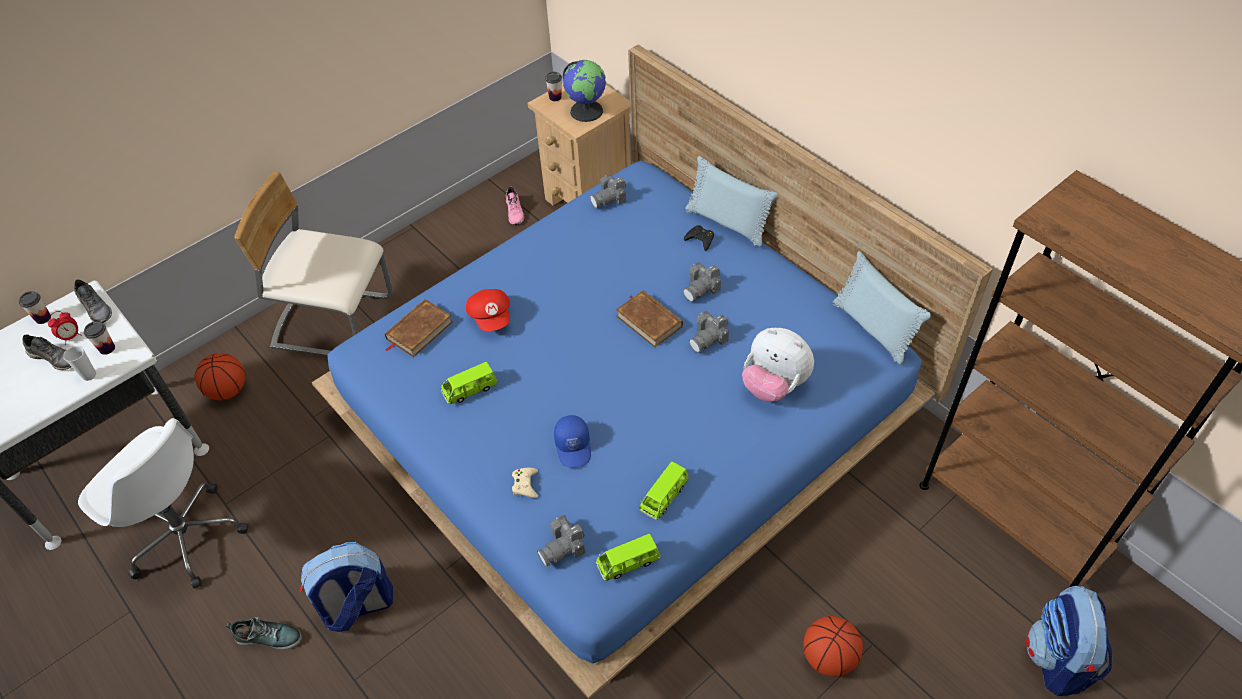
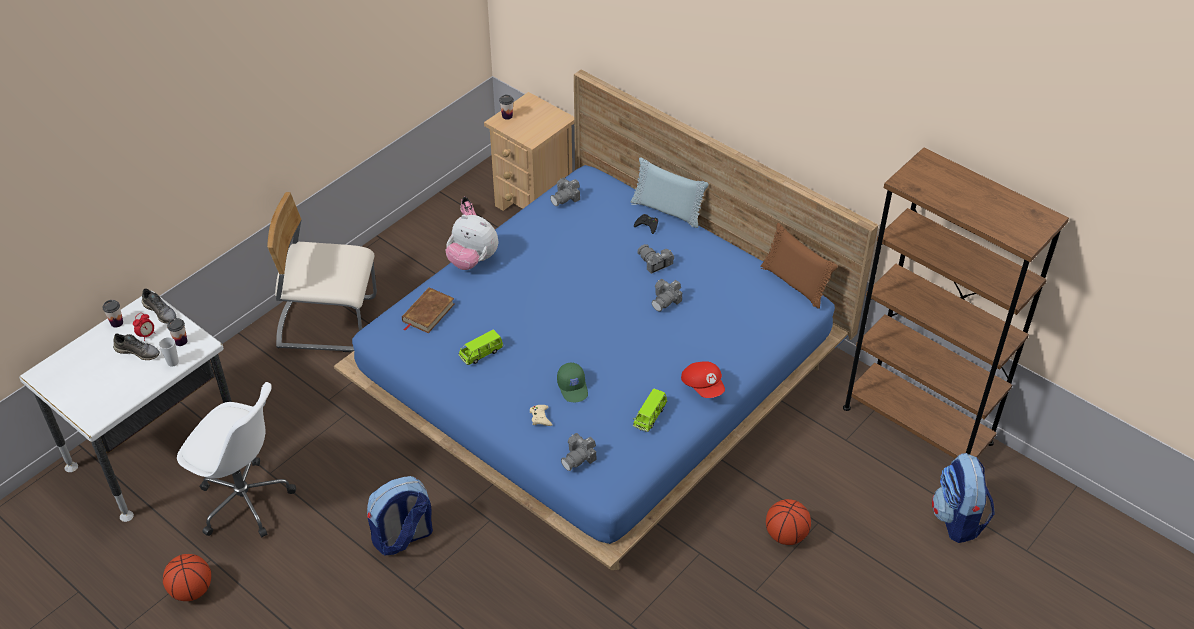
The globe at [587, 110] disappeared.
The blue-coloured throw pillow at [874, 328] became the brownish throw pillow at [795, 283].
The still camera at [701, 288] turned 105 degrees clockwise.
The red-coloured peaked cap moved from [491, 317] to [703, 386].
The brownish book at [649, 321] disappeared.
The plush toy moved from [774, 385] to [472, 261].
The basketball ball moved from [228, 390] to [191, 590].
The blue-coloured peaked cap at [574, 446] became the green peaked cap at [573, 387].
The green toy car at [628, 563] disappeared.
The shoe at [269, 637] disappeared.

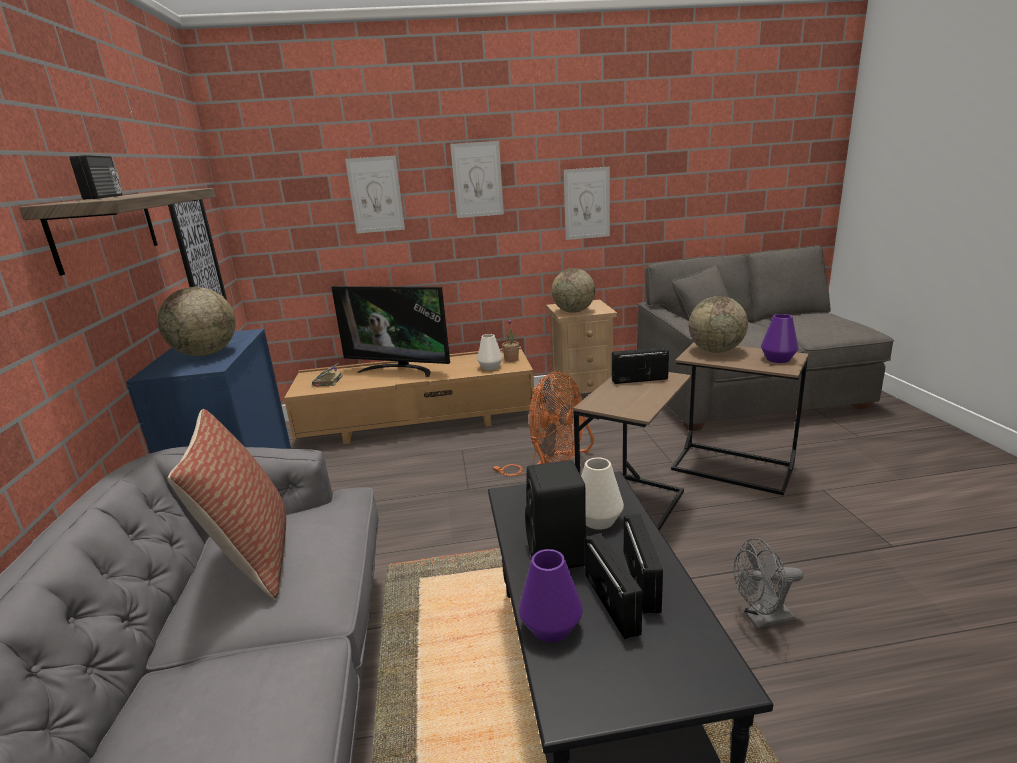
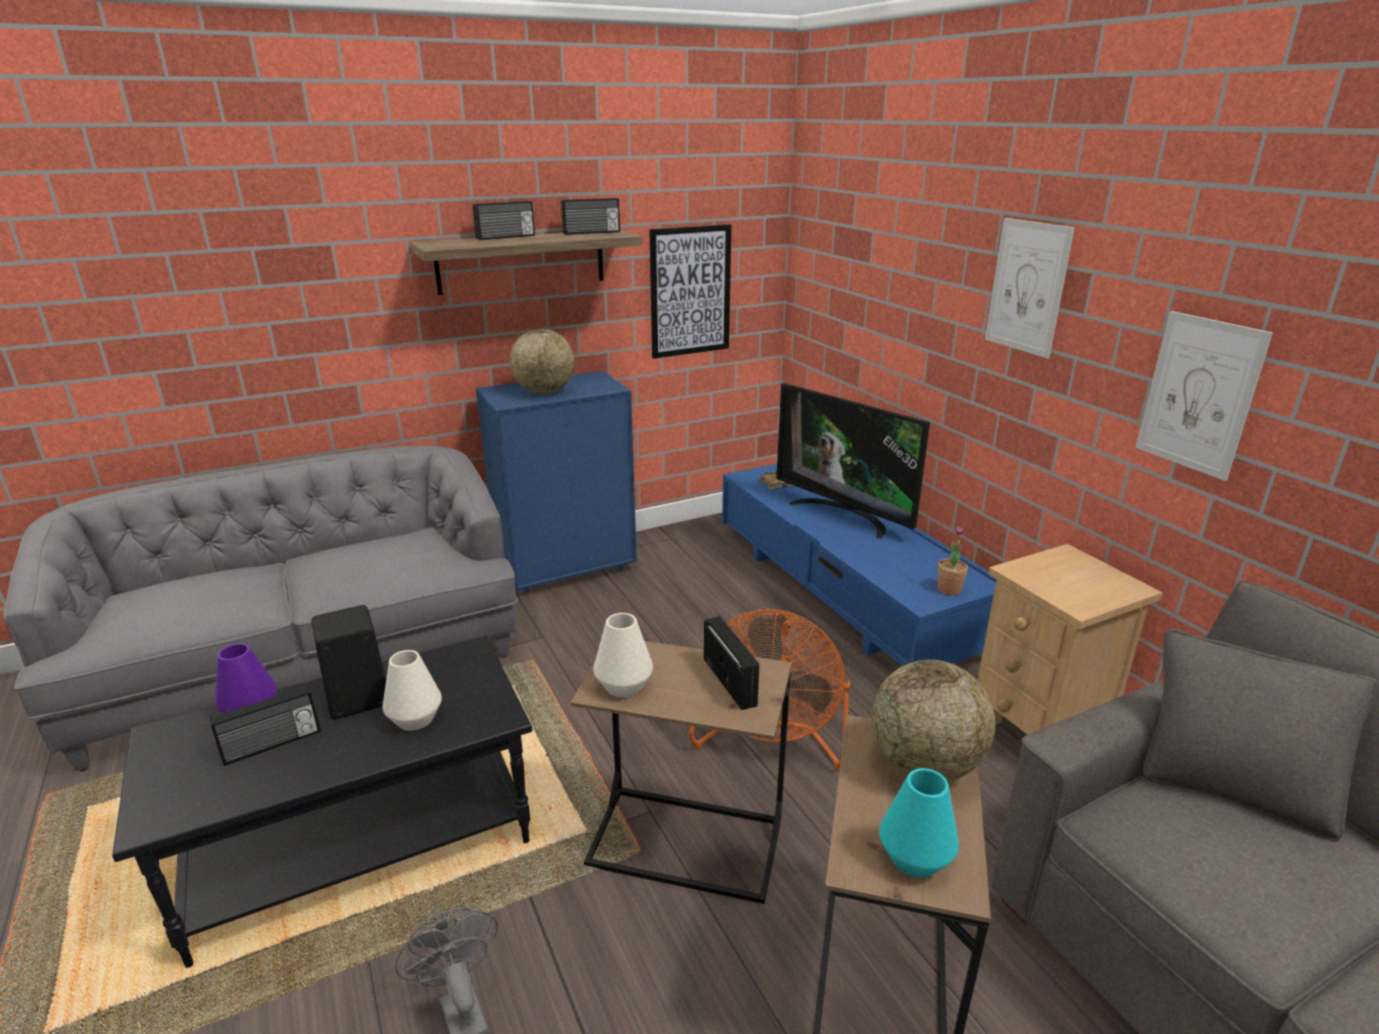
The wall art at [375, 195] disappeared.
The globe at [573, 311] disappeared.
The TV at [399, 370] turned 45 degrees counterclockwise.
The purple-coloured flower vase at [778, 359] became the turquoise-coloured flower vase at [915, 858].
The white flower vase moved from [490, 367] to [624, 685].
The brownish tv unit at [419, 420] became the blue-coloured tv unit at [843, 591].
The throw pillow at [253, 556] disappeared.
The radio moved from [643, 581] to [591, 232].

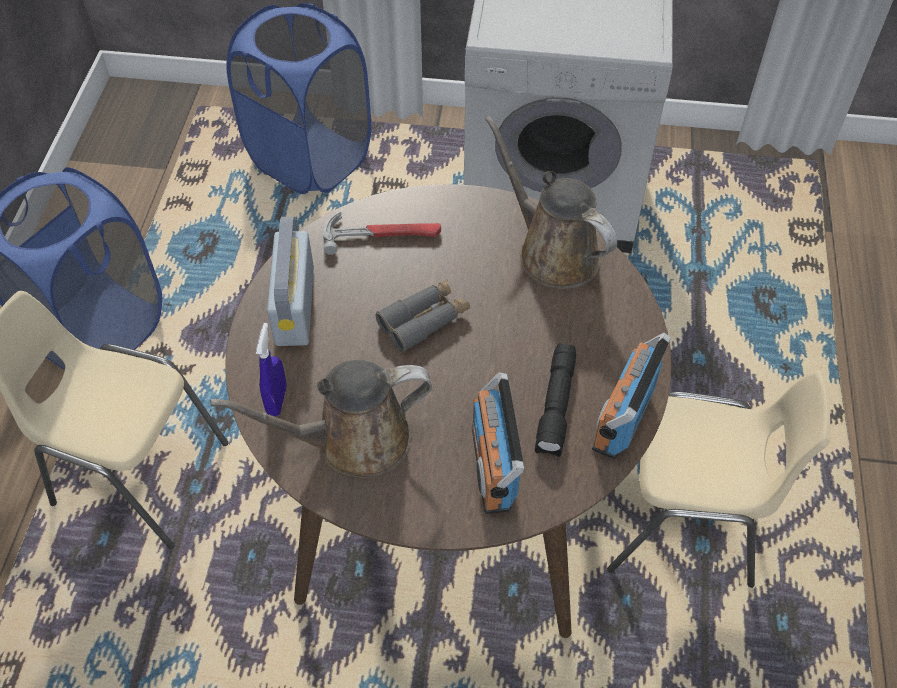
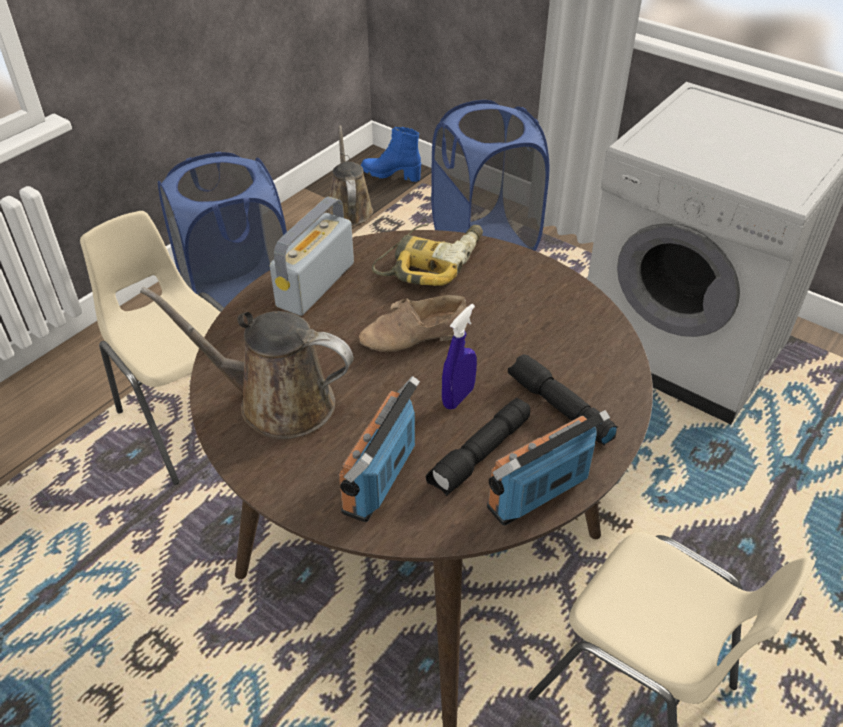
The brownish watering pot moved from [552, 252] to [349, 209].
The hammer at [382, 234] was replaced by the power drill at [431, 261].
The gray pair of binoculars at [424, 320] was replaced by the sand-coloured shoe at [414, 336].
The blue-coloured hand sprayer moved from [277, 401] to [458, 397].
The blue-coloured high-top boot at [391, 175] appeared.
The black-coloured flashlight at [558, 408] appeared.

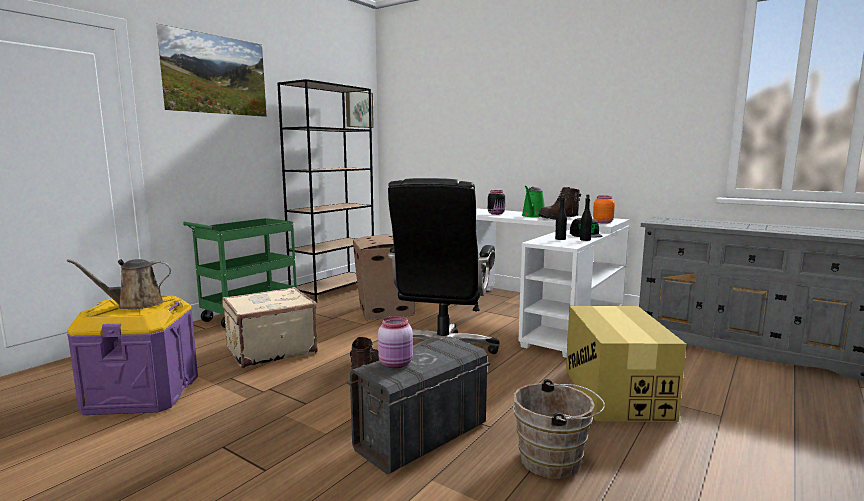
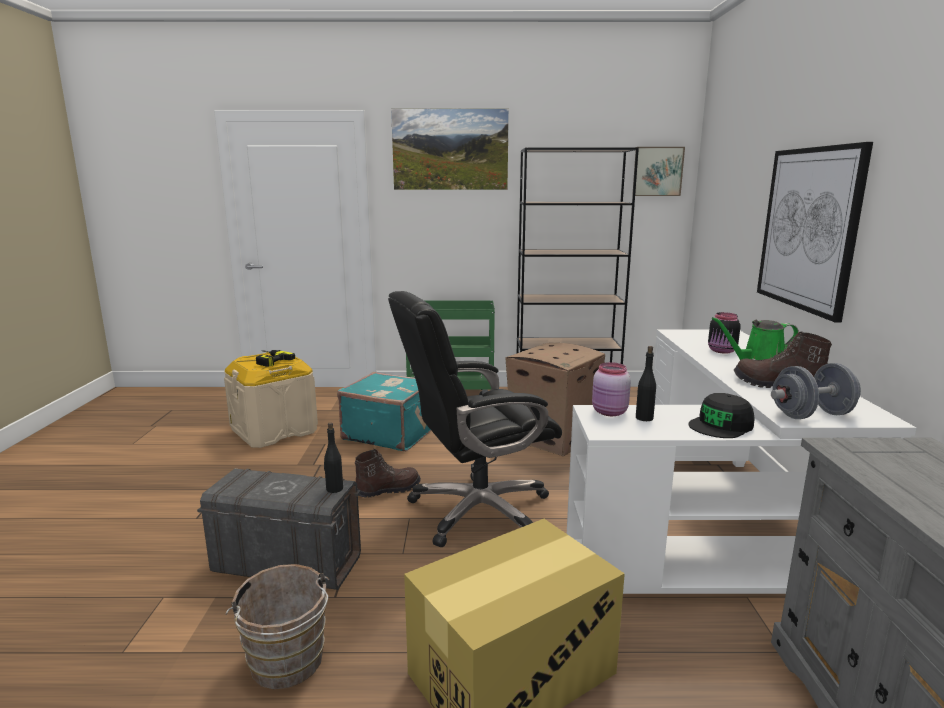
The black-coloured beverage bottle moved from [585, 240] to [334, 489].
The orange-coloured jar at [602, 222] was replaced by the gray free weight at [811, 415].
The brownish watering pot at [135, 304] was replaced by the power drill at [268, 360].
The sand-coloured piece of luggage at [270, 350] became the turquoise-coloured piece of luggage at [390, 433].
The purple-coloured storage bin at [142, 394] became the sand-coloured storage bin at [274, 430].
The pink jar moved from [396, 364] to [610, 412].
The wall art at [808, 229] appeared.

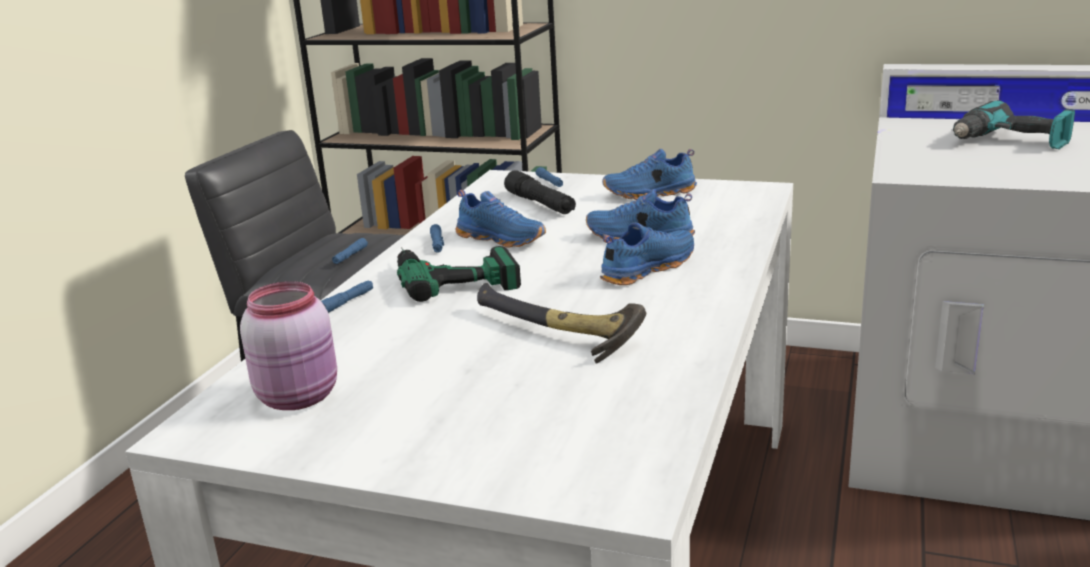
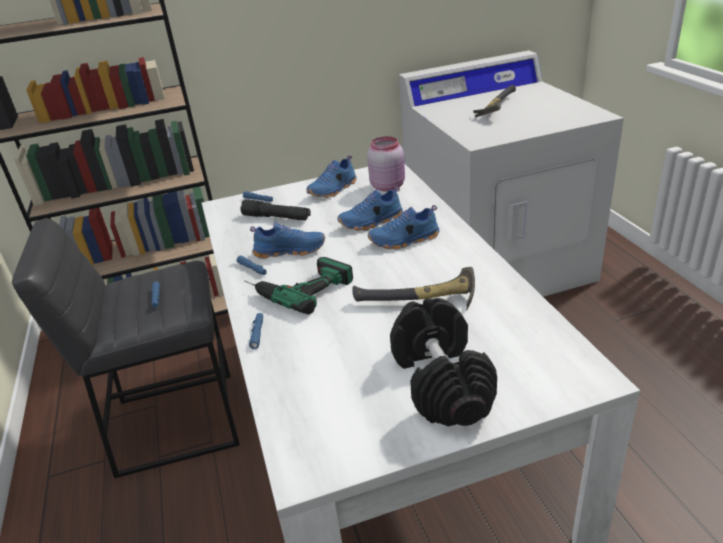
The power drill at [1010, 142] was replaced by the hammer at [495, 108].
The blue-coloured shoe at [646, 269] turned 120 degrees counterclockwise.
The pink jar moved from [301, 396] to [388, 186].
The black-coloured free weight at [440, 381] appeared.

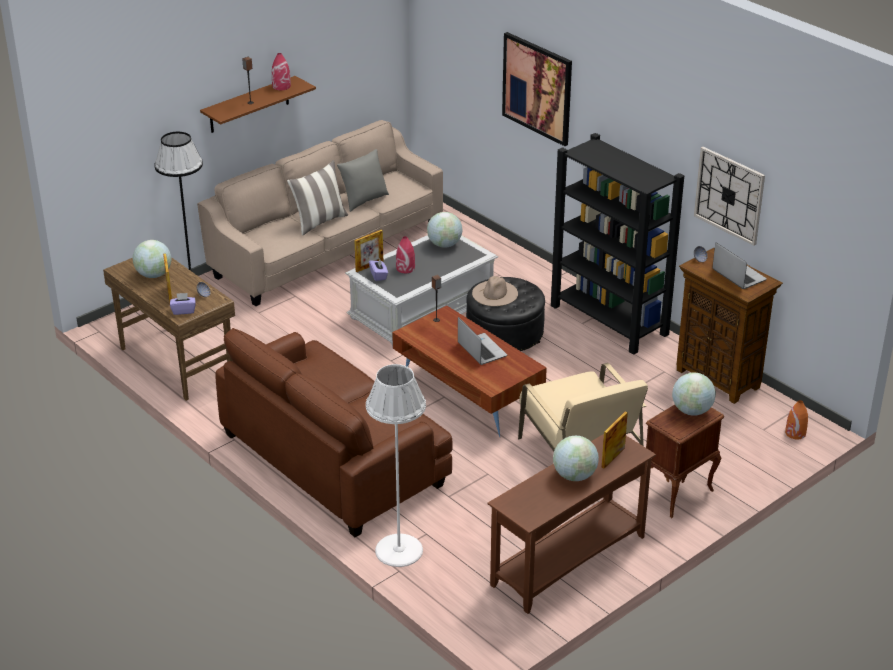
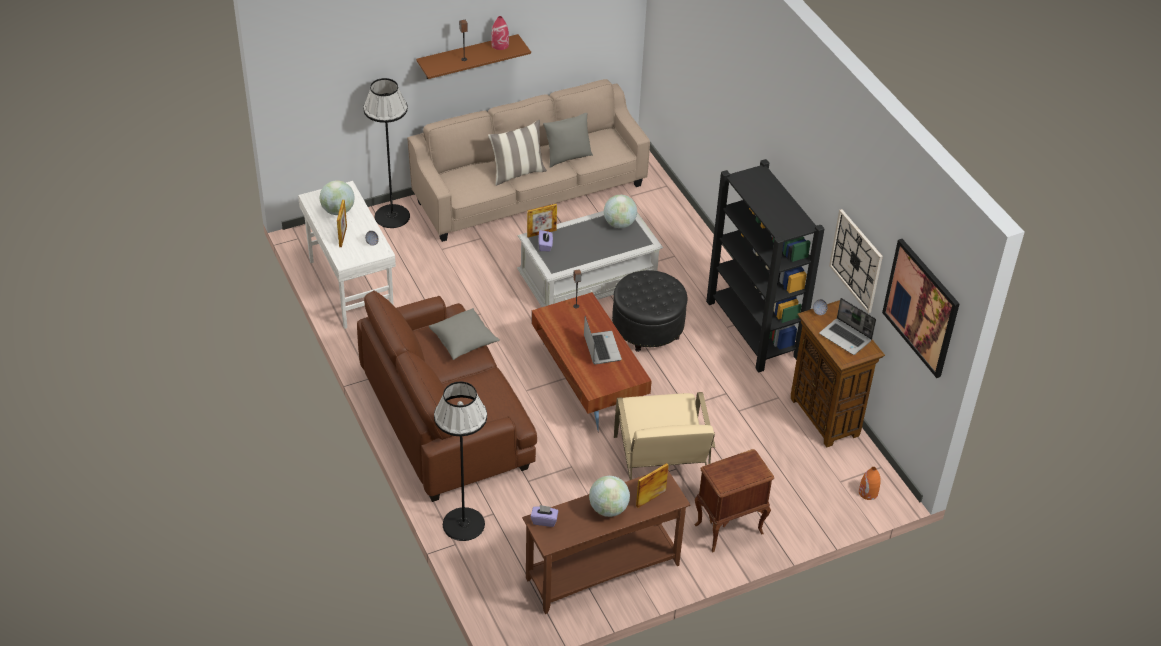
The wall art moved from [537, 88] to [921, 307].
The red-coloured flower vase at [405, 268] disappeared.
The laptop at [738, 275] turned 150 degrees clockwise.
The brownish console table at [175, 363] became the white console table at [350, 287].
The sand-coloured clothing hat at [495, 293] disappeared.
The purple-coloured box of tissues moved from [183, 310] to [544, 520].
The white floor lamp at [398, 550] became the black-coloured floor lamp at [463, 524].
The globe at [692, 411] disappeared.
The gray throw pillow at [464, 341] appeared.

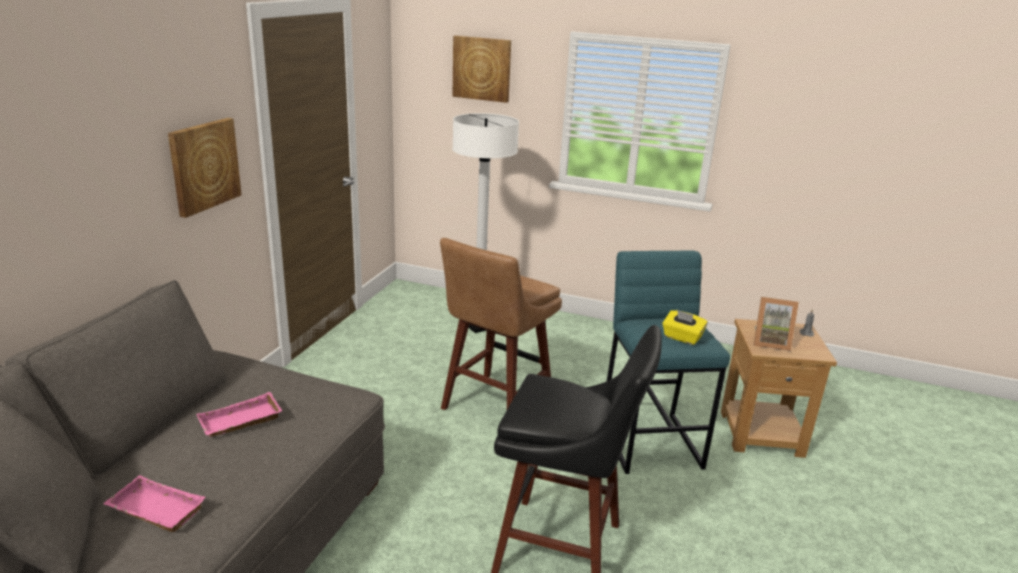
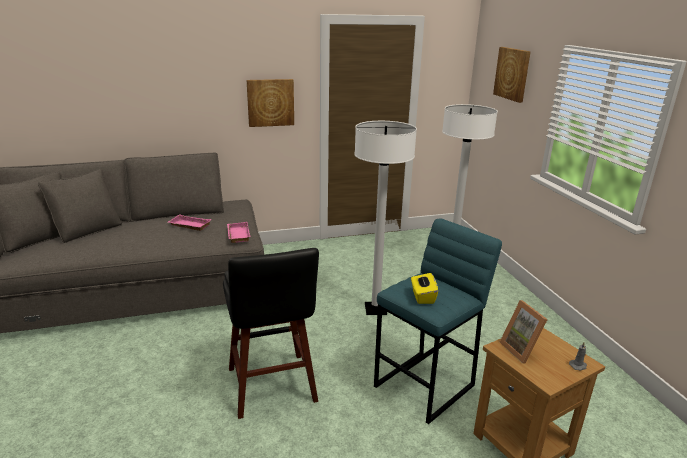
The brownish stool at [495, 406] was replaced by the white floor lamp at [375, 309].
The pink tray moved from [153, 511] to [237, 234].

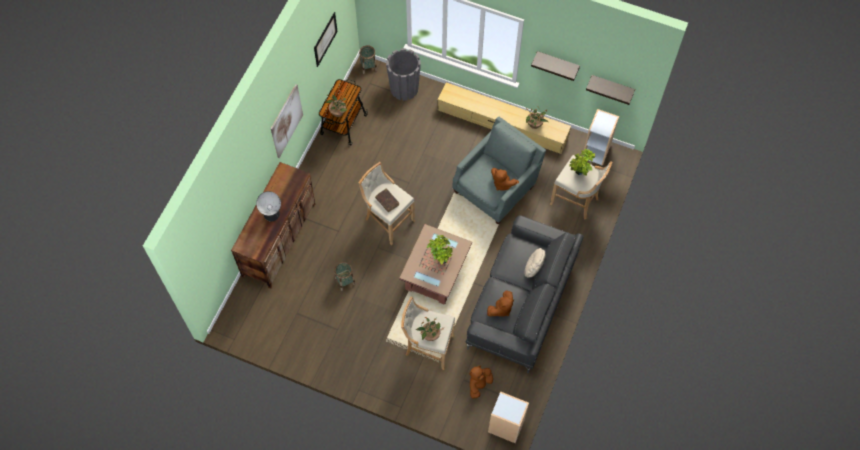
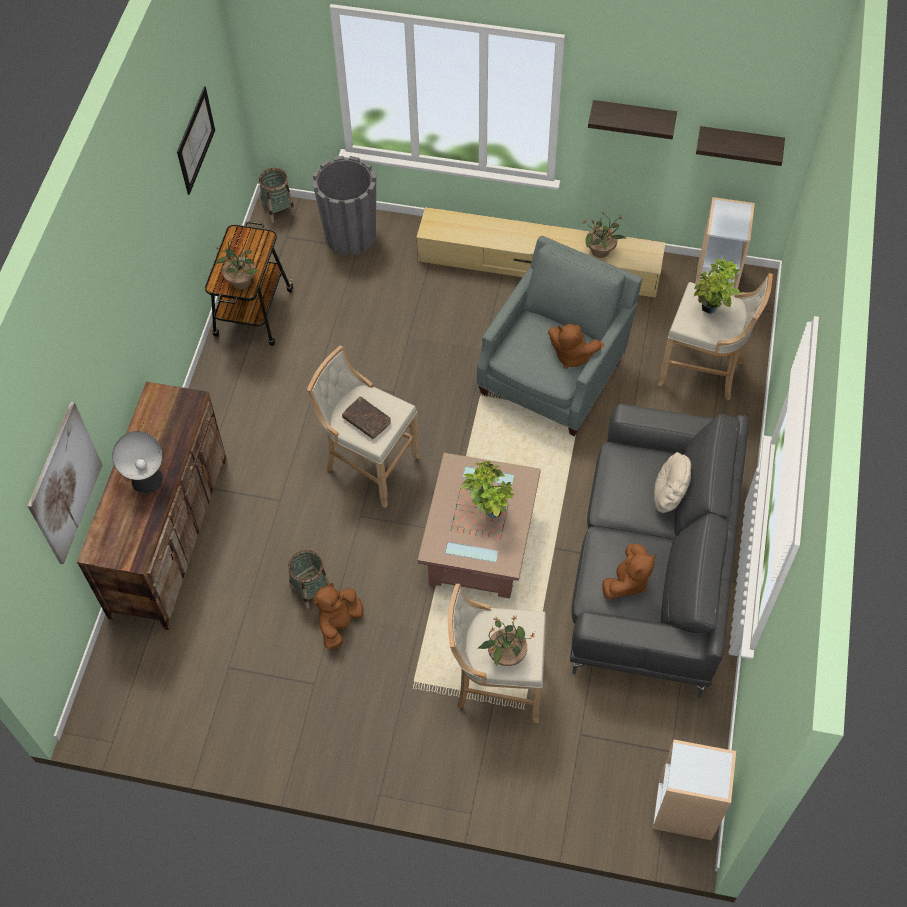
The wall art moved from [286, 121] to [65, 483].
The brownish plush toy moved from [479, 384] to [339, 624].

